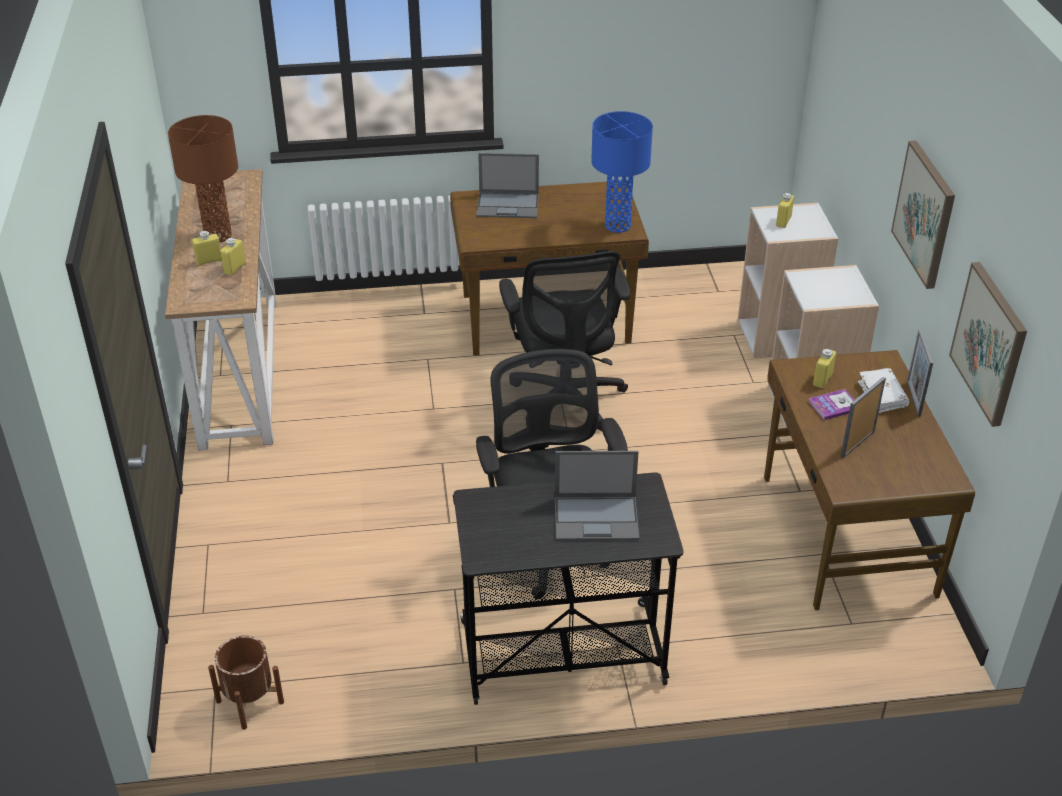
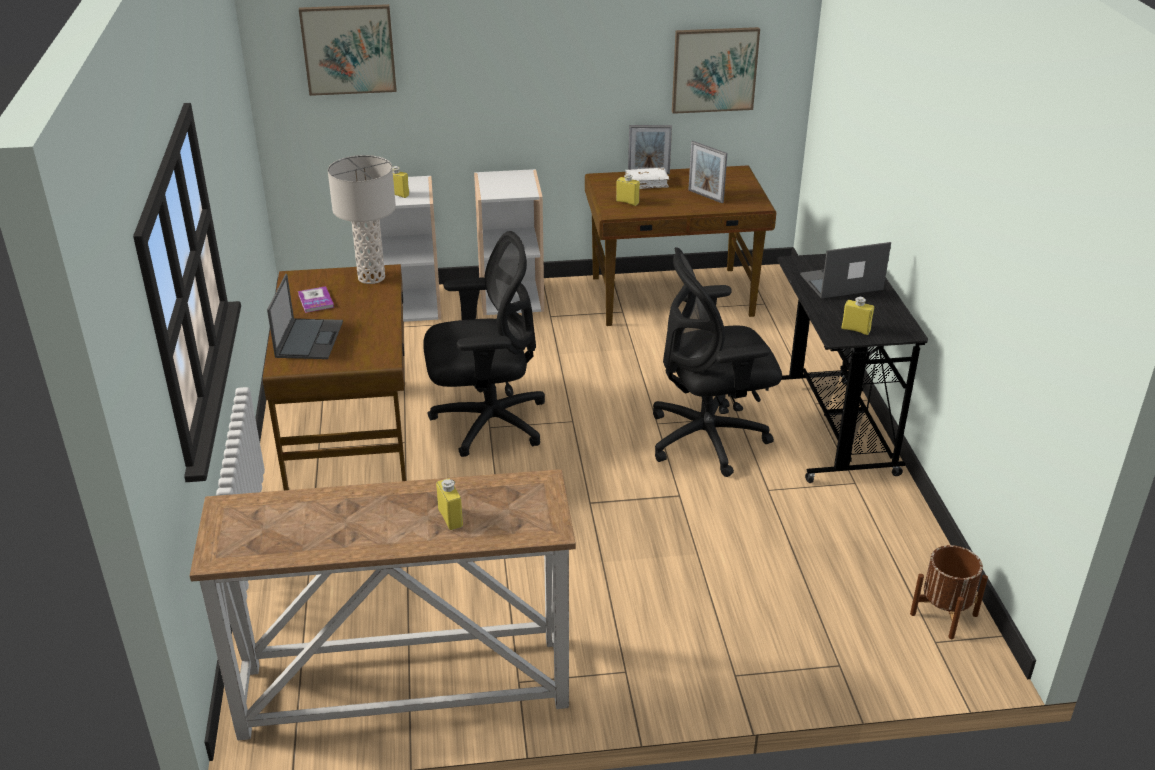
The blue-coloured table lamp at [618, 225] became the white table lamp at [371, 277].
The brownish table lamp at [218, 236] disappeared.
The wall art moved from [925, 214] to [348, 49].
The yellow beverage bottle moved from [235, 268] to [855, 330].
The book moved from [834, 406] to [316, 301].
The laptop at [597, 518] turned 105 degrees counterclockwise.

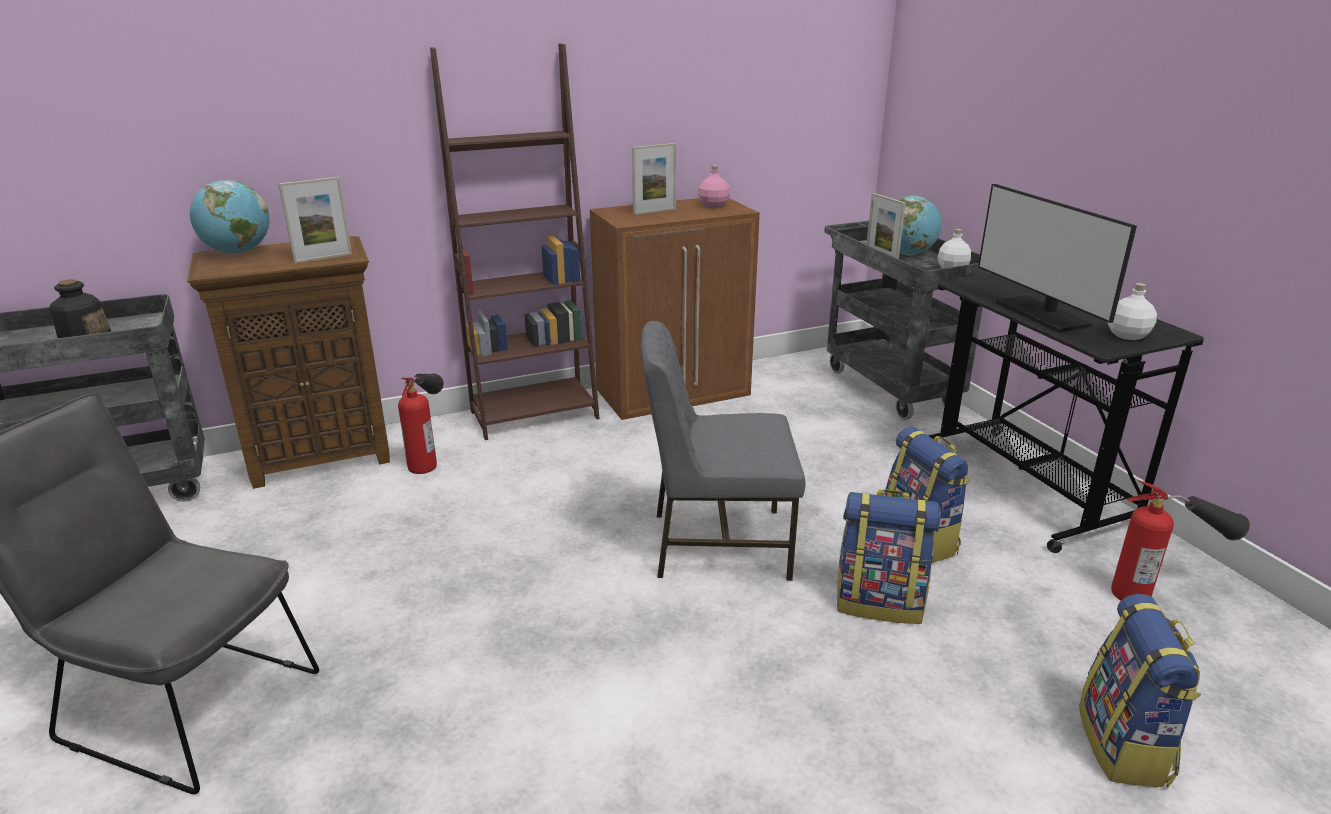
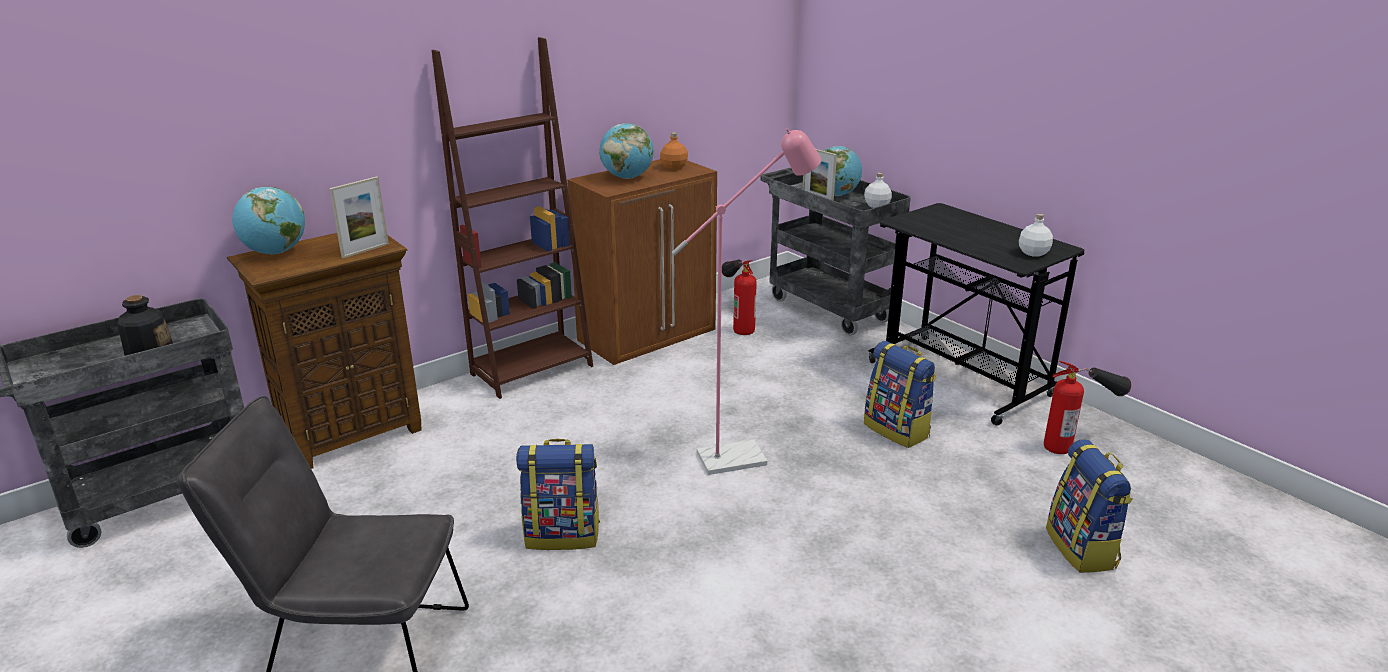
The standing frame at [654, 211] was replaced by the globe at [627, 177].
The pink beverage bottle at [714, 206] became the orange-coloured beverage bottle at [674, 167].
The monitor at [1042, 314] disappeared.
The gray chair at [717, 543] was replaced by the pink floor lamp at [743, 456].
The extinguisher moved from [429, 453] to [738, 322].
The backpack moved from [880, 603] to [563, 535].

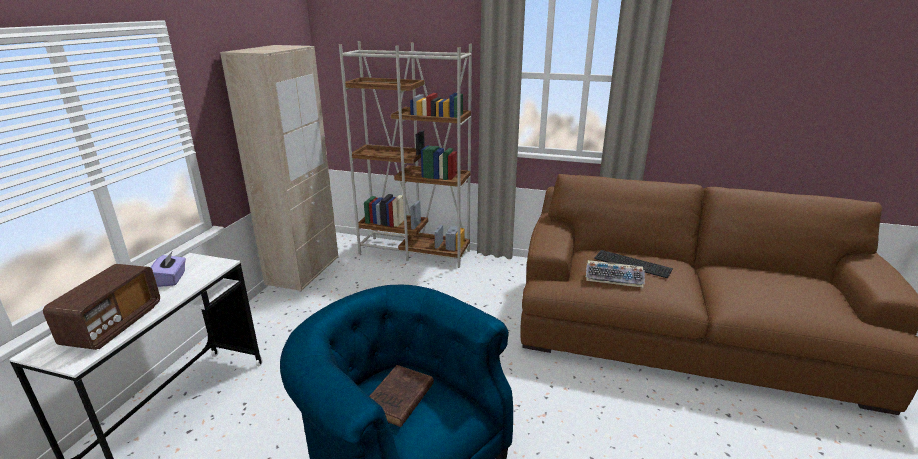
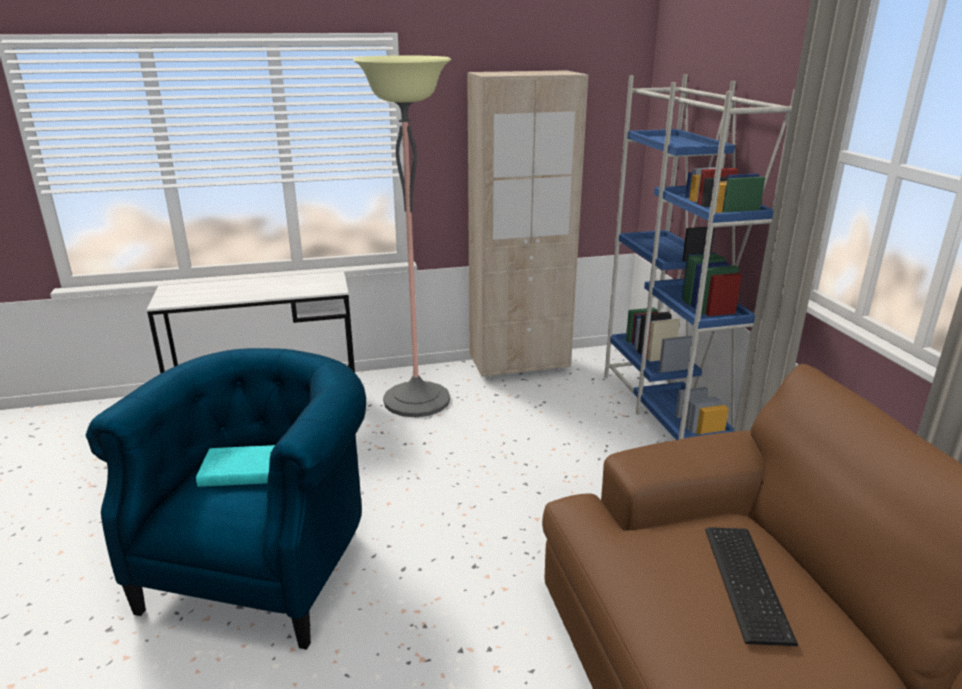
The brownish bookcase at [414, 252] became the blue-coloured bookcase at [663, 411].
The purple-coloured box of tissues at [172, 279] disappeared.
The keyboard at [614, 278] disappeared.
The radio at [114, 325] disappeared.
The brownish book at [398, 399] became the turquoise-coloured book at [239, 471].
The floor lamp at [416, 400] appeared.

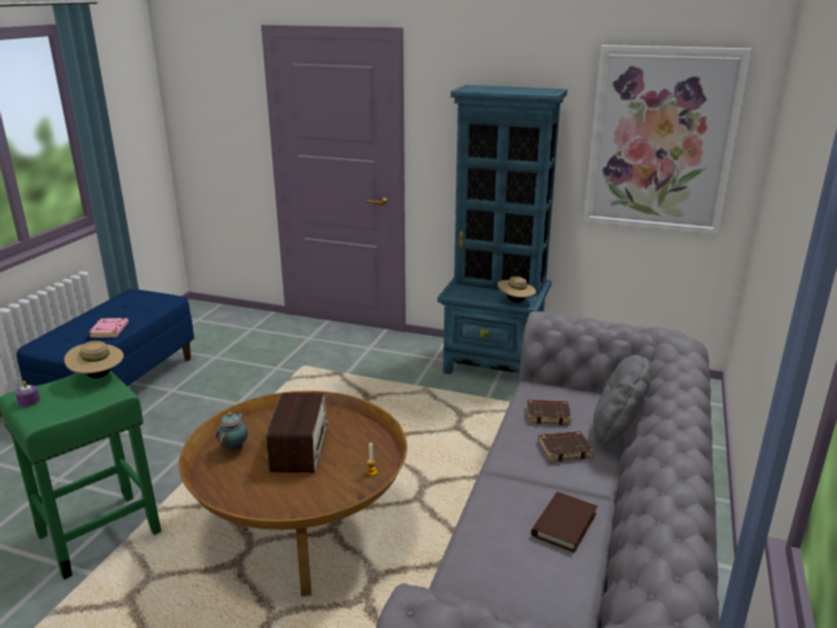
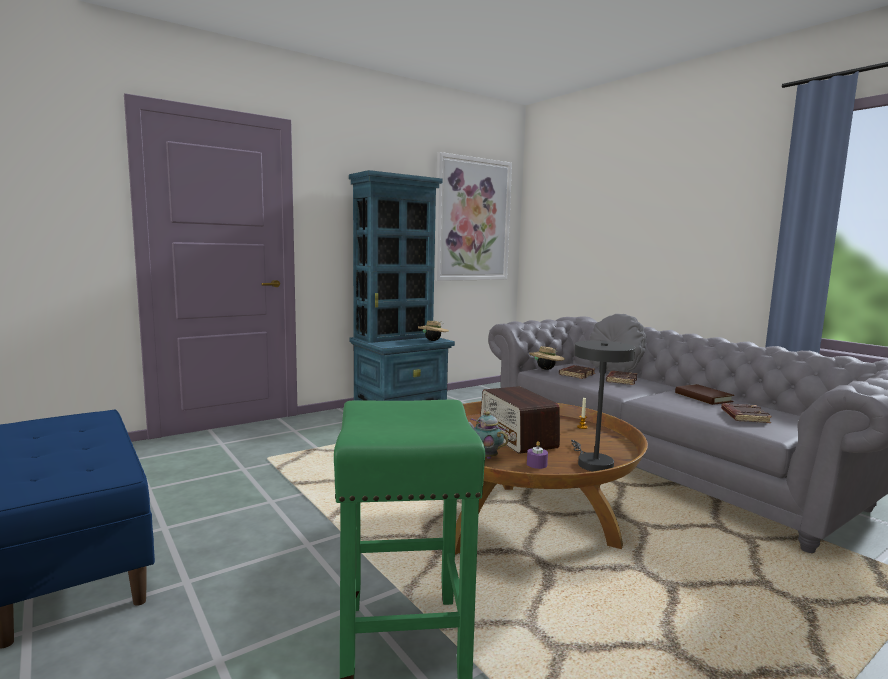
The pink book at [110, 331] disappeared.
The sand-coloured clothing hat moved from [98, 376] to [546, 369].
The purple-coloured wax light moved from [29, 401] to [537, 464].
The radio at [299, 448] turned 150 degrees counterclockwise.
The gray table lamp at [592, 462] appeared.
The brownish book at [744, 416] appeared.

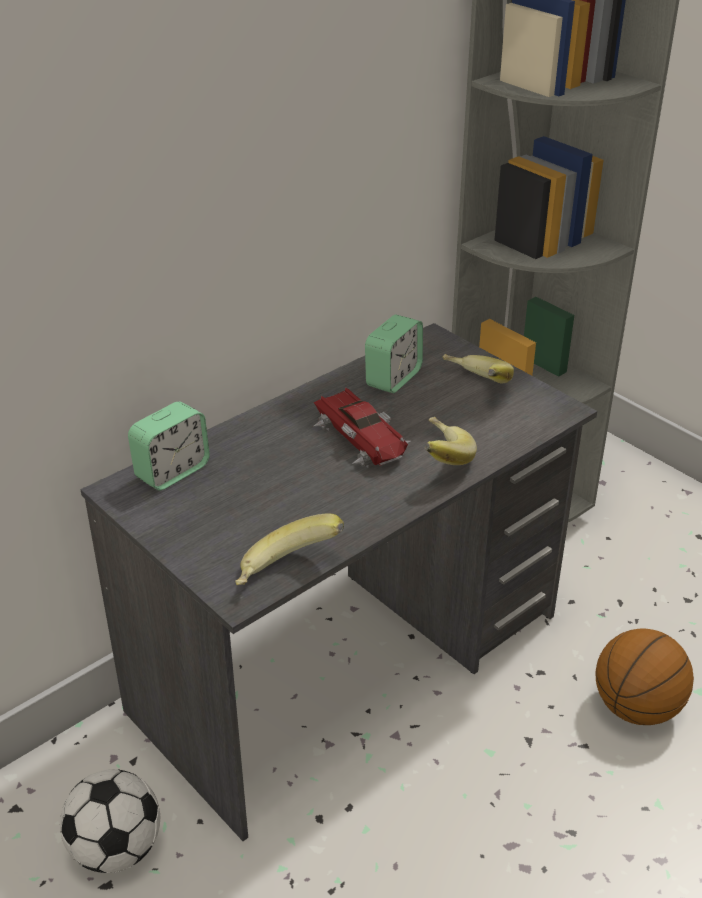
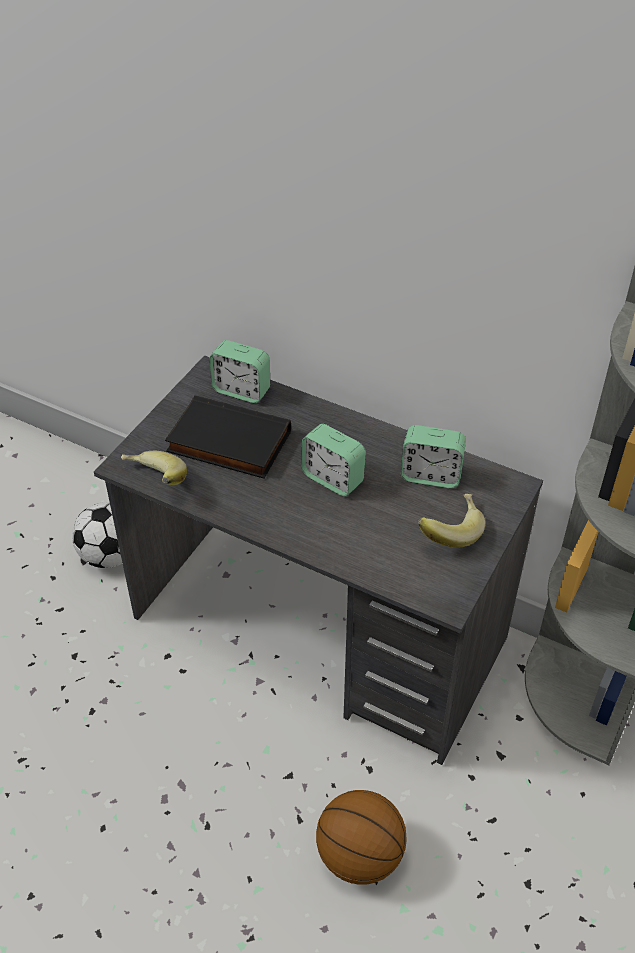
The toy car at [362, 438] was replaced by the alarm clock at [333, 478].
The banana fruit at [439, 459] disappeared.
The black-coloured book at [227, 443] appeared.

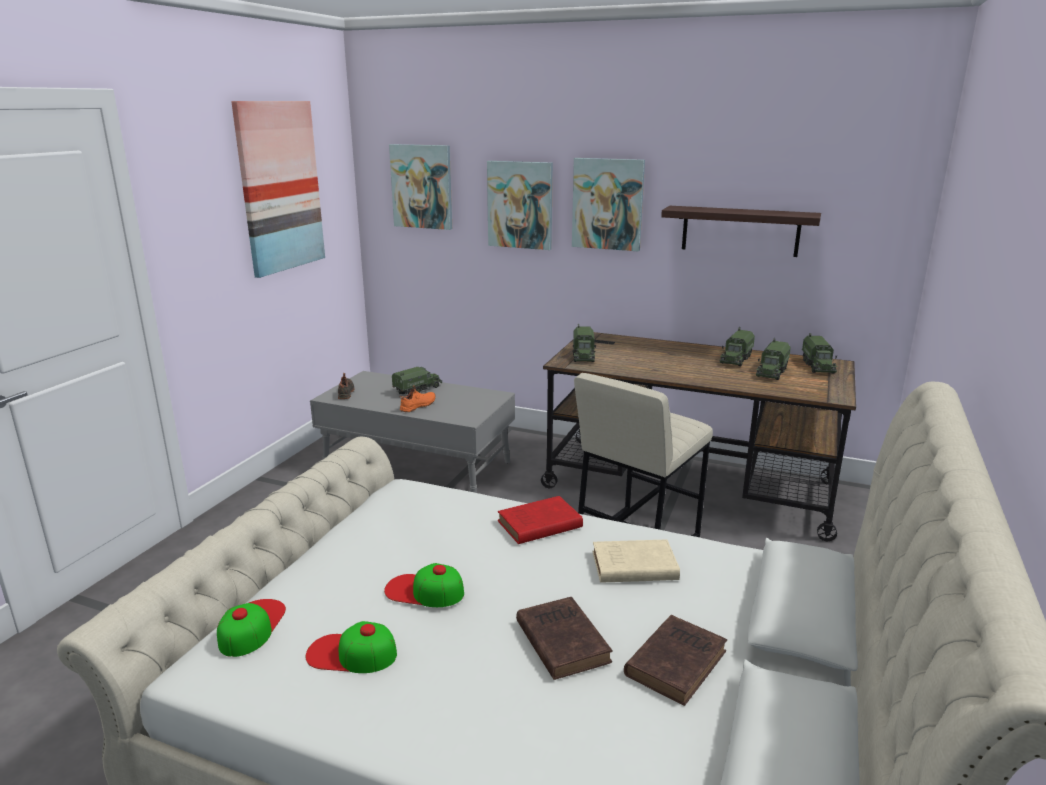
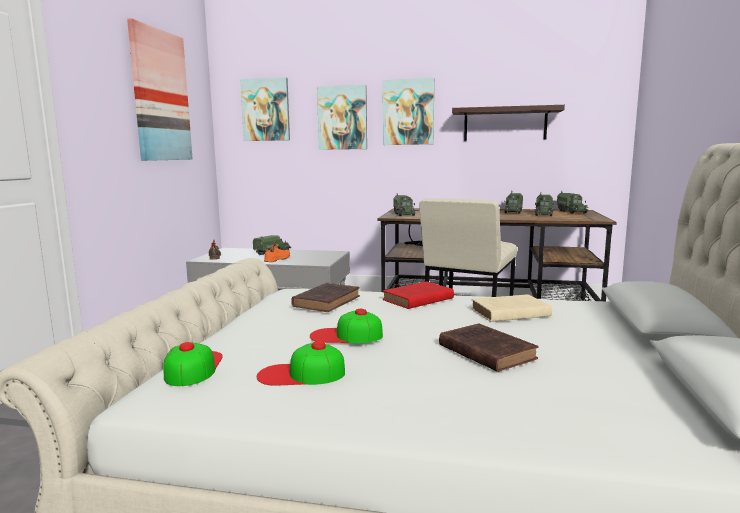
The brownish book moved from [677, 661] to [327, 301].

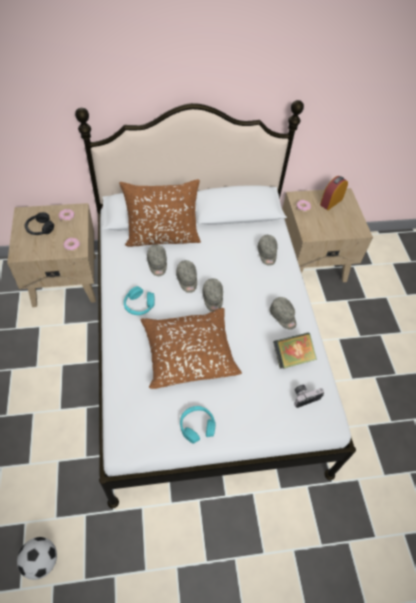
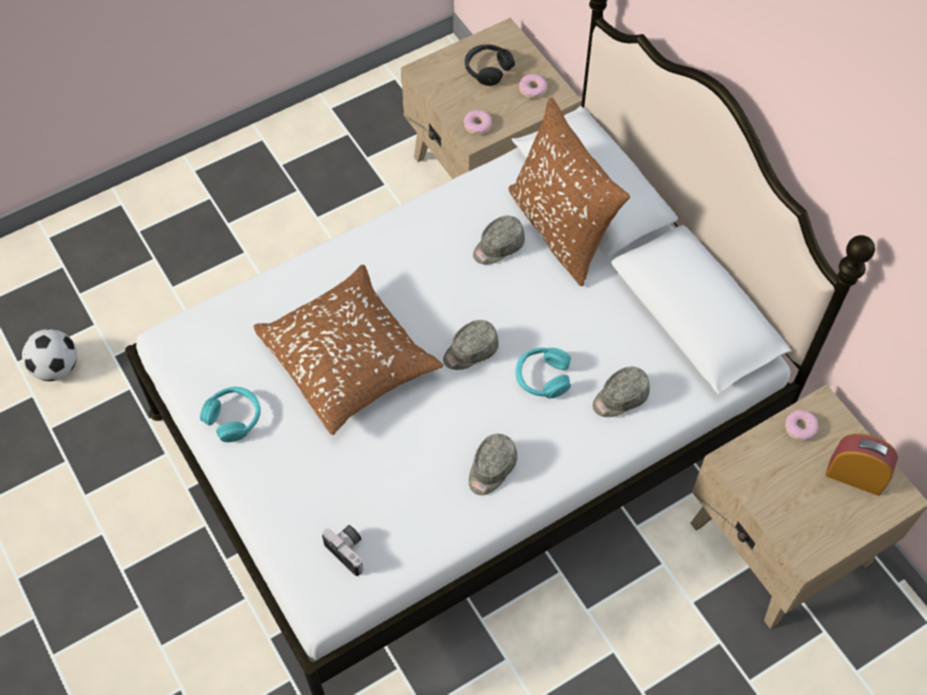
The gray peaked cap at [187, 280] disappeared.
The turquoise-coloured headphones moved from [139, 305] to [542, 377].
The book at [292, 357] disappeared.

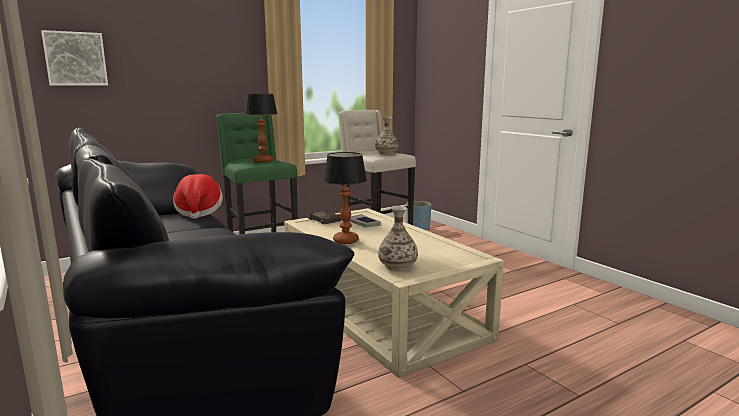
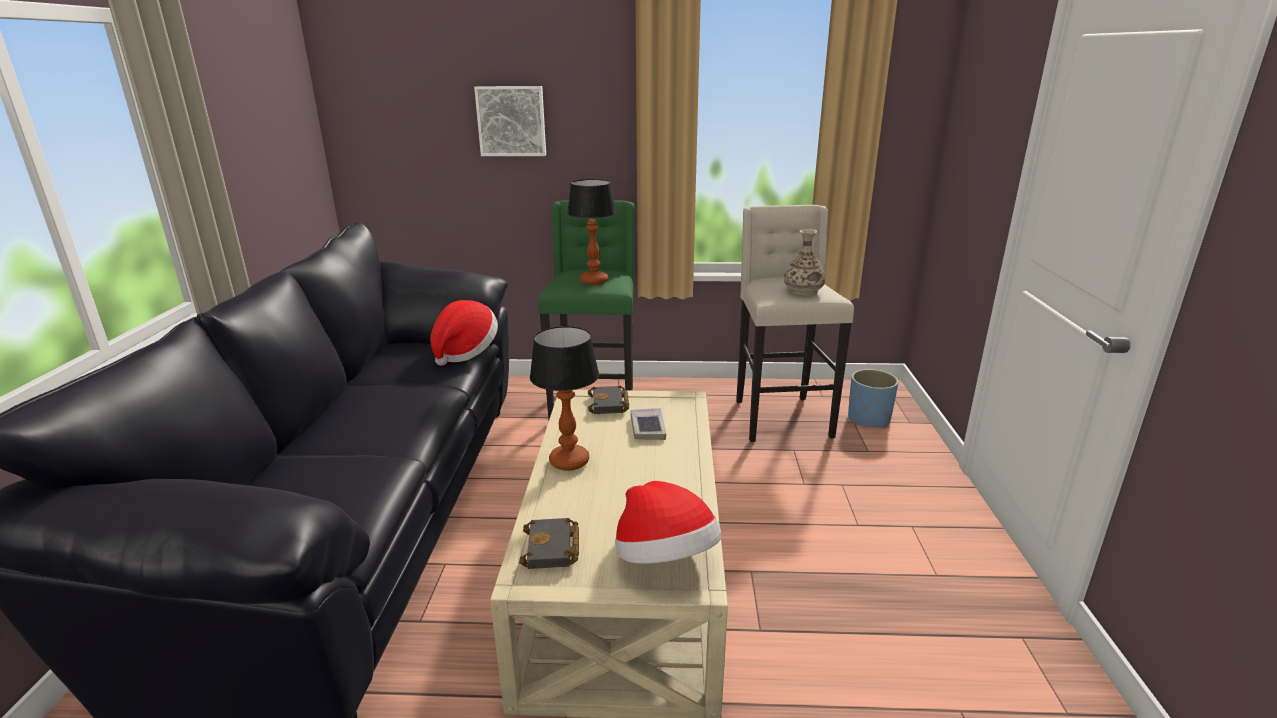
The wall art moved from [75, 59] to [511, 121].
The flower vase at [398, 266] was replaced by the black-coloured book at [553, 549].
The clothing hat at [665, 559] appeared.

